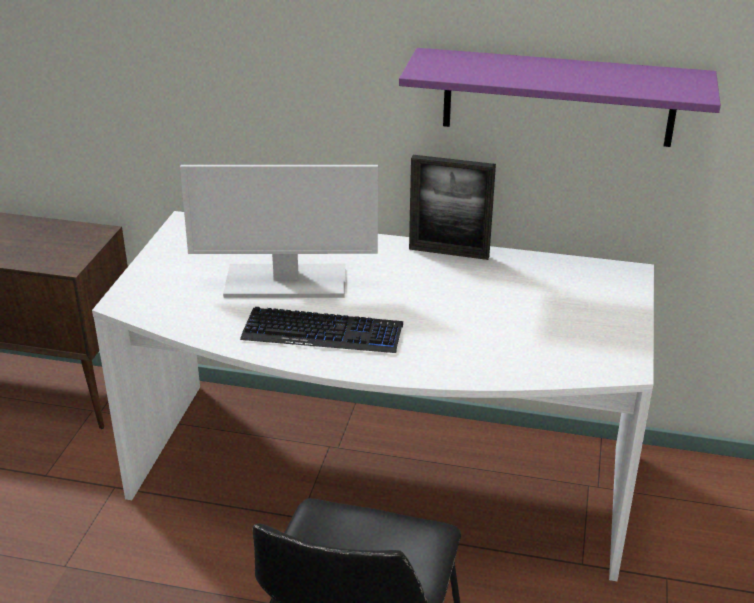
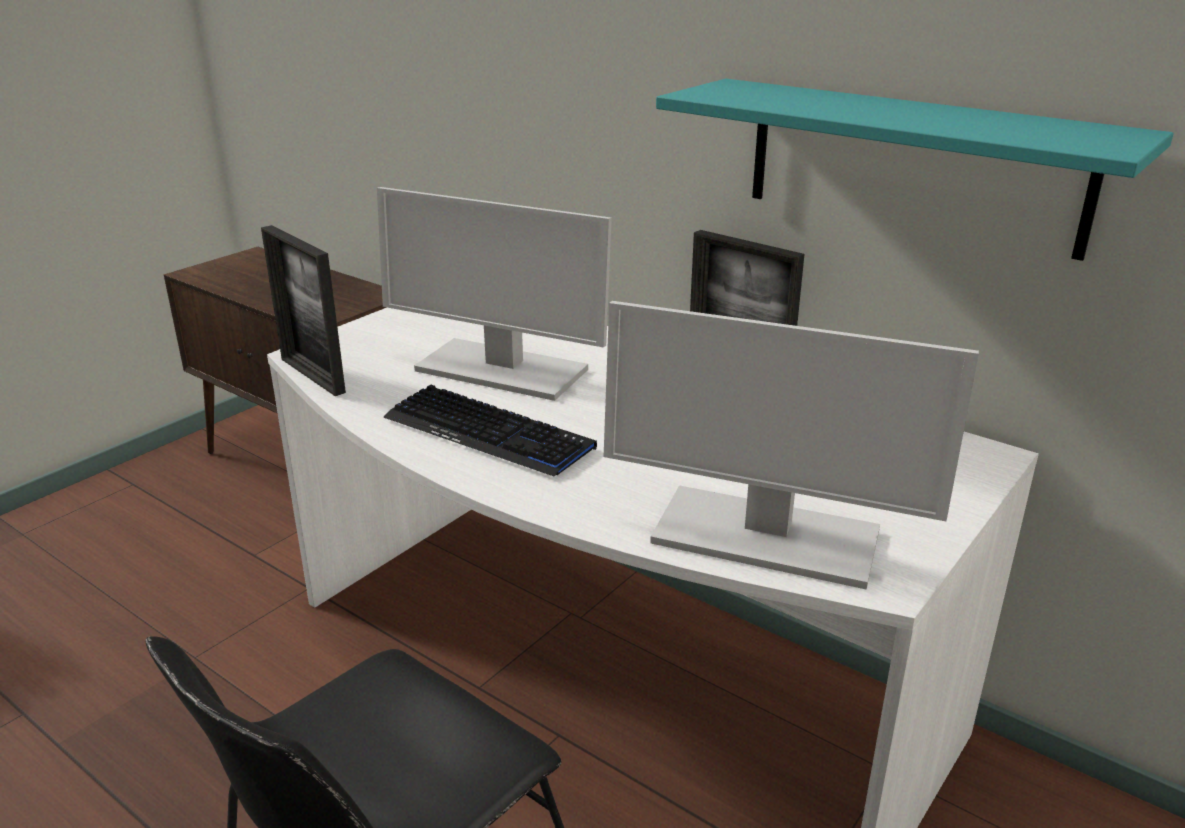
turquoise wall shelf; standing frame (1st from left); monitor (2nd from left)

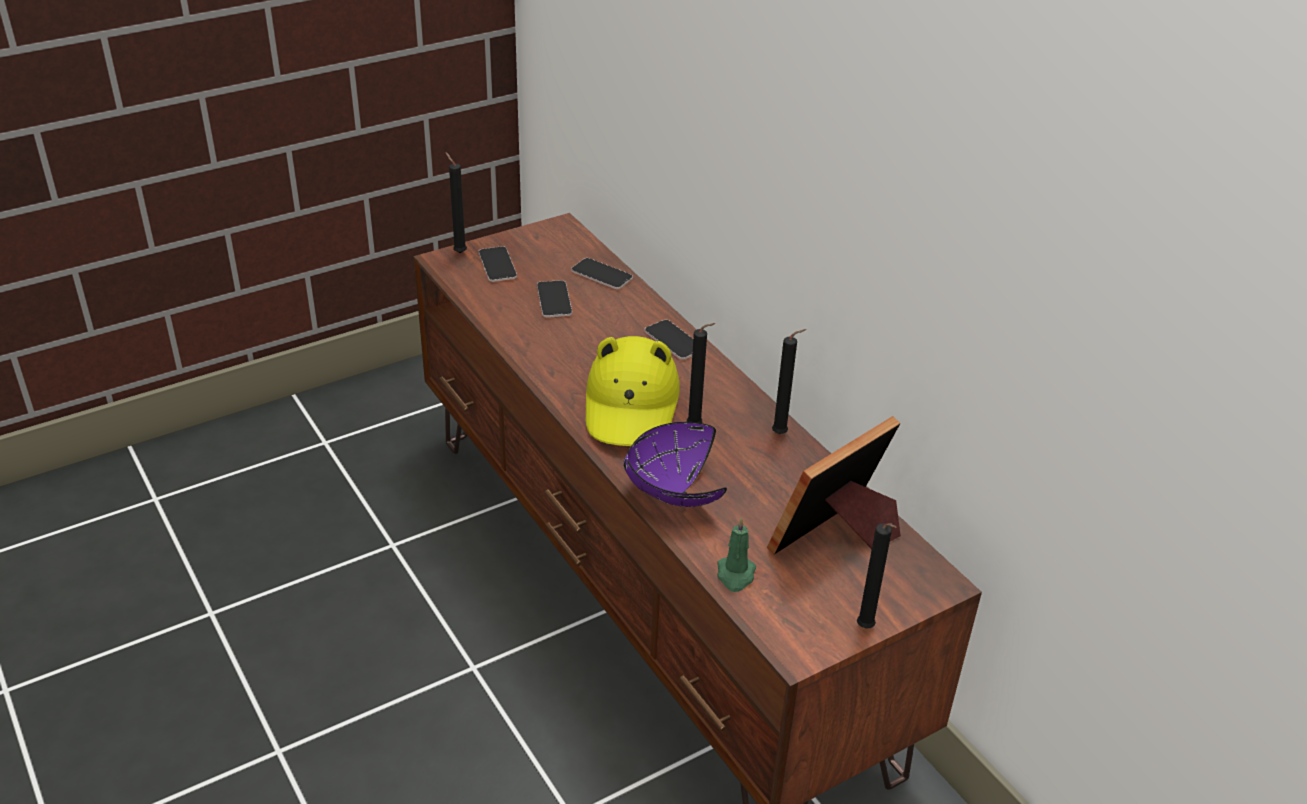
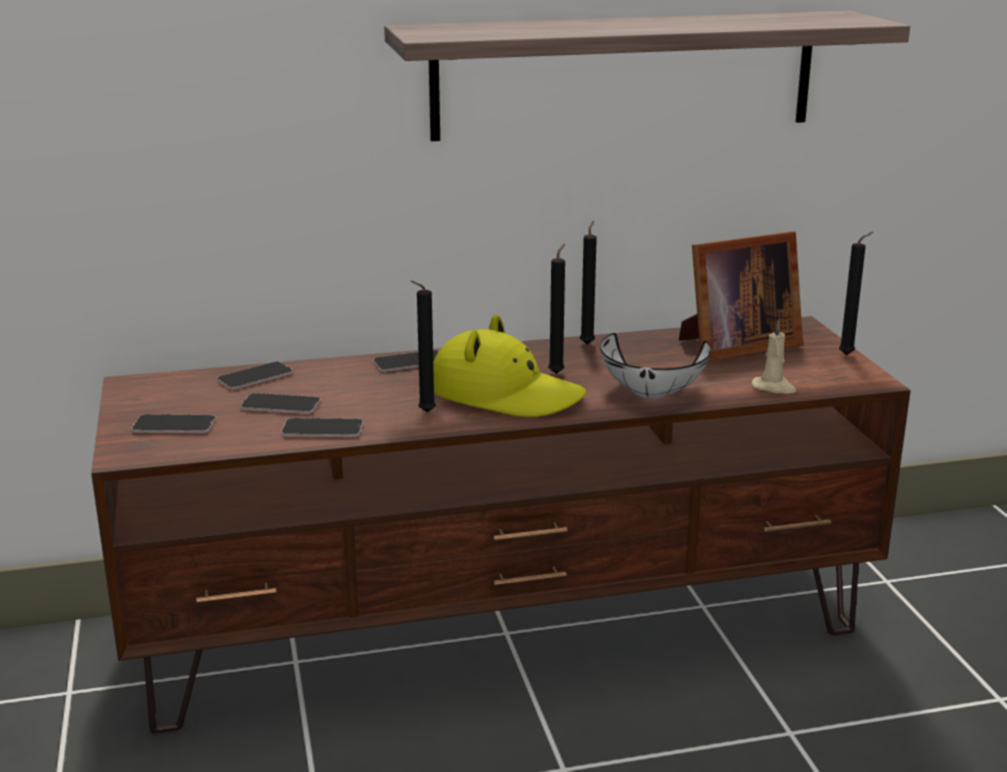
blackish candle (1st from left); standing frame; whitish deep dish; beige-coloured candle; wall shelf; telephone (4th from left)

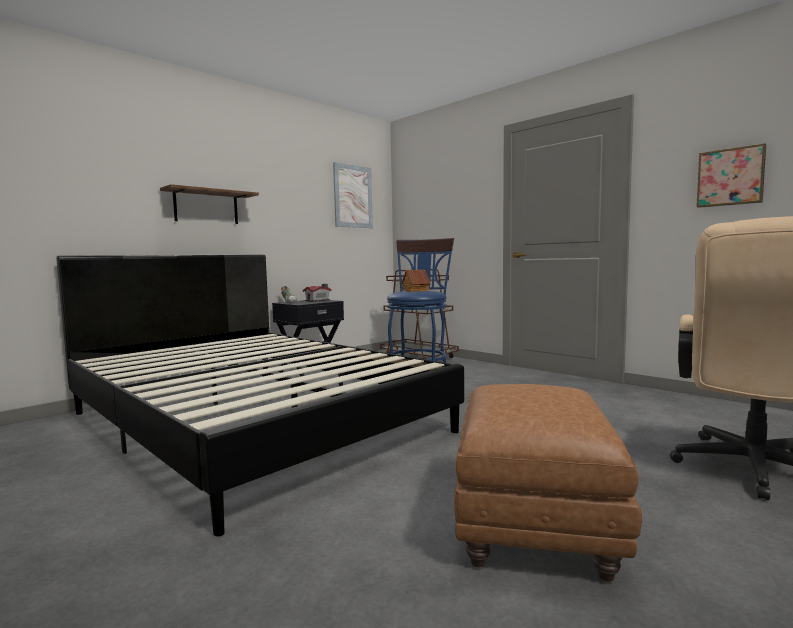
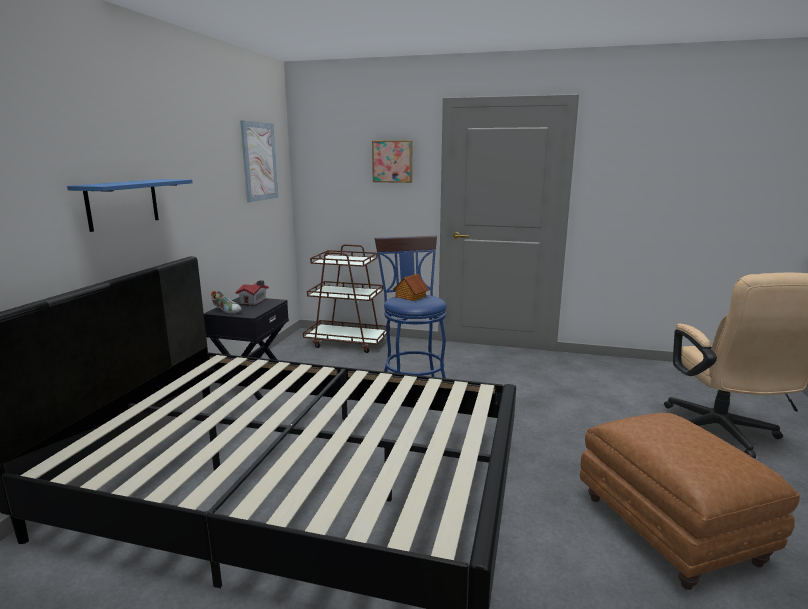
picture (2nd from left); blue-coloured wall shelf

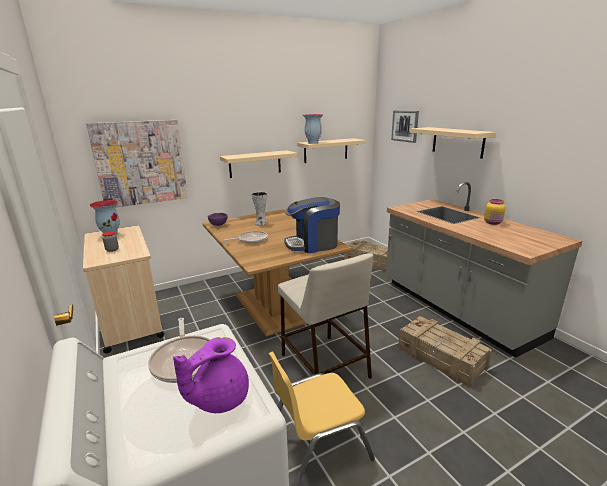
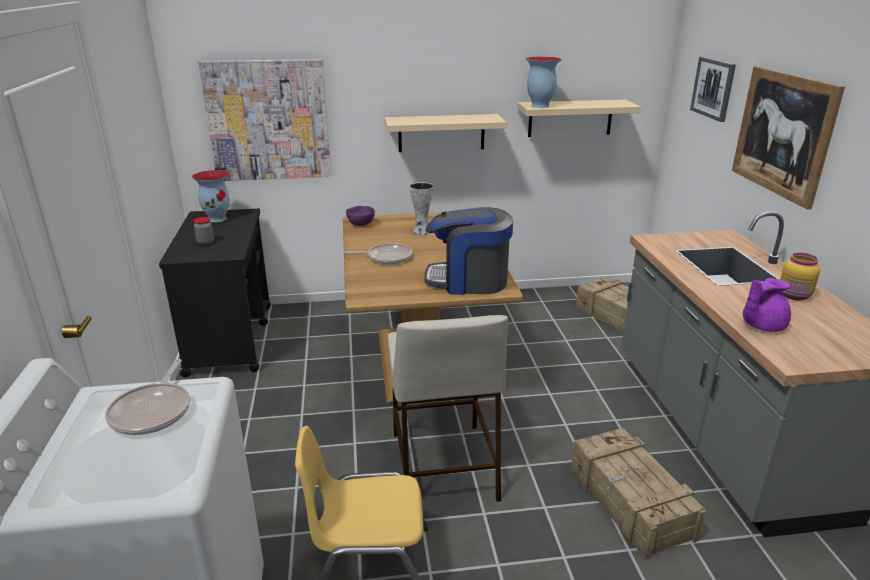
picture (3rd from left); blackish cart; purple teapot

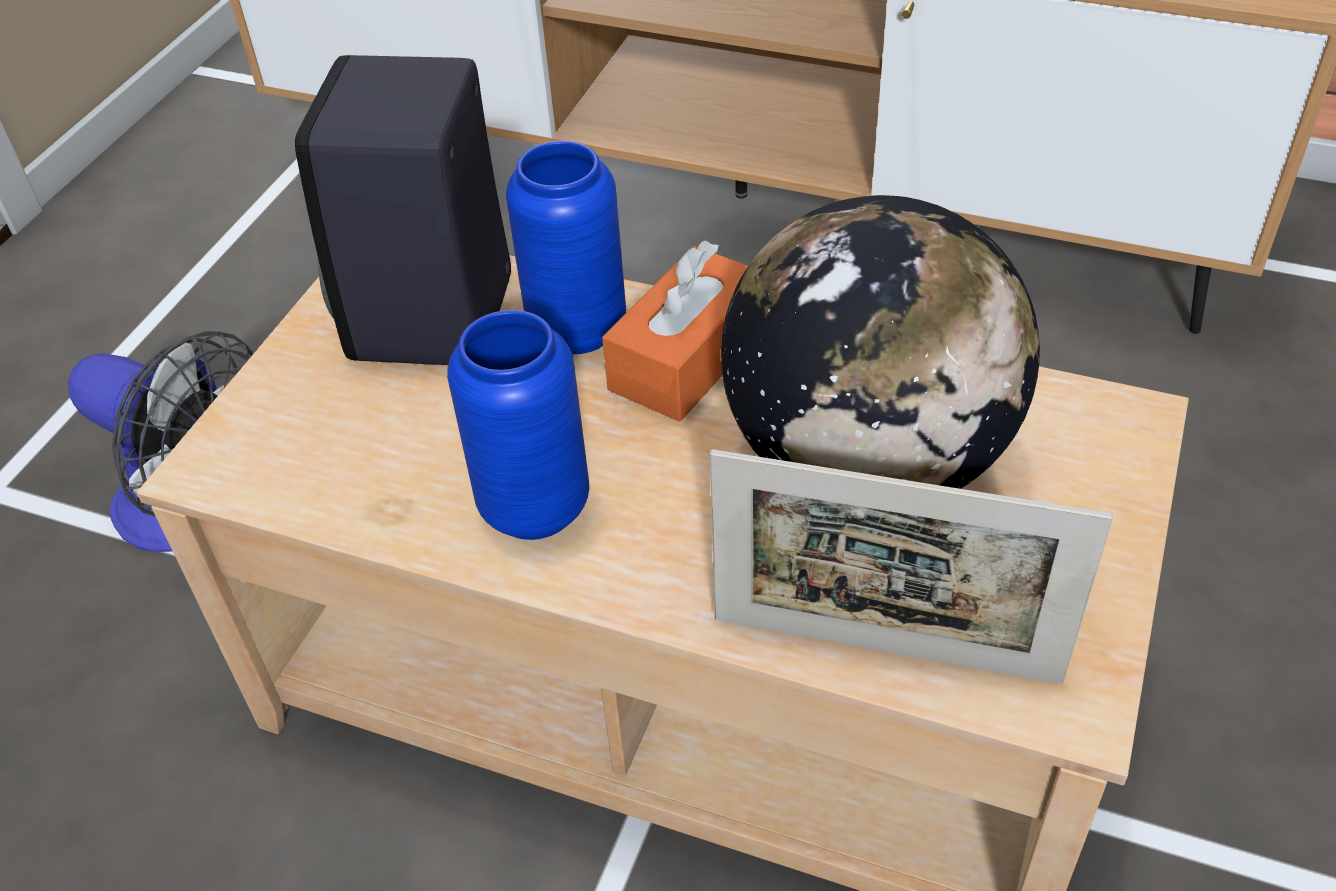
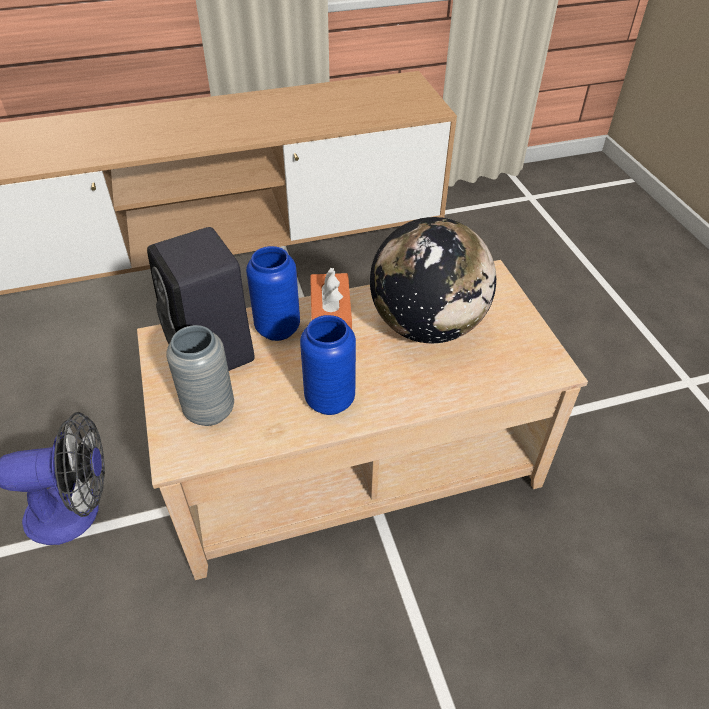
standing frame; grey flower vase

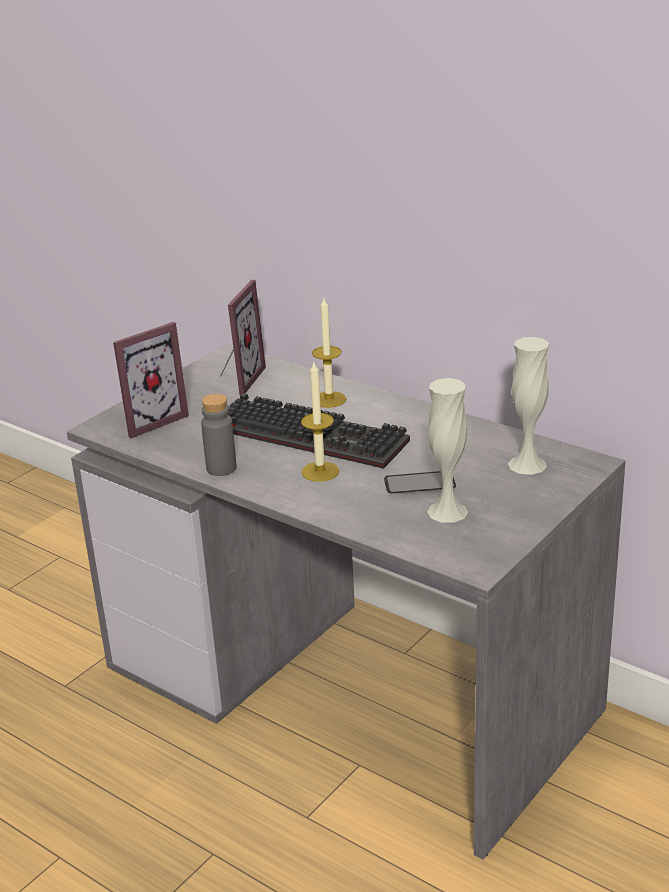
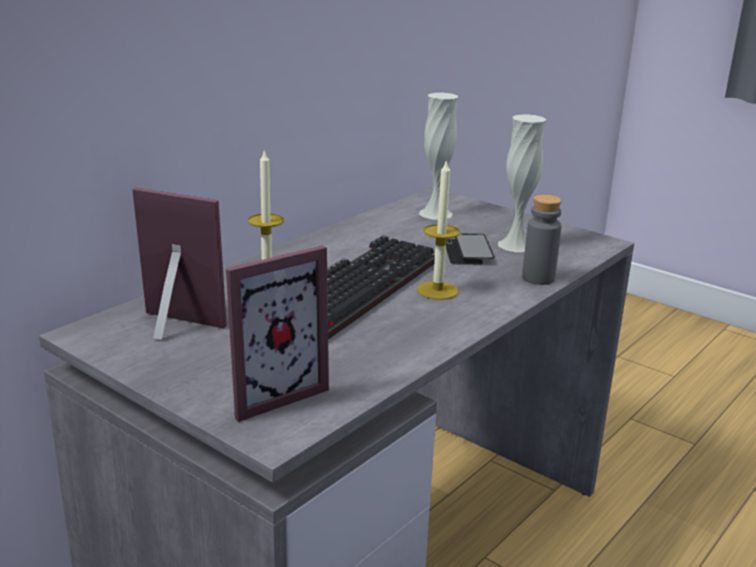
standing frame (2nd from left); grey beverage bottle

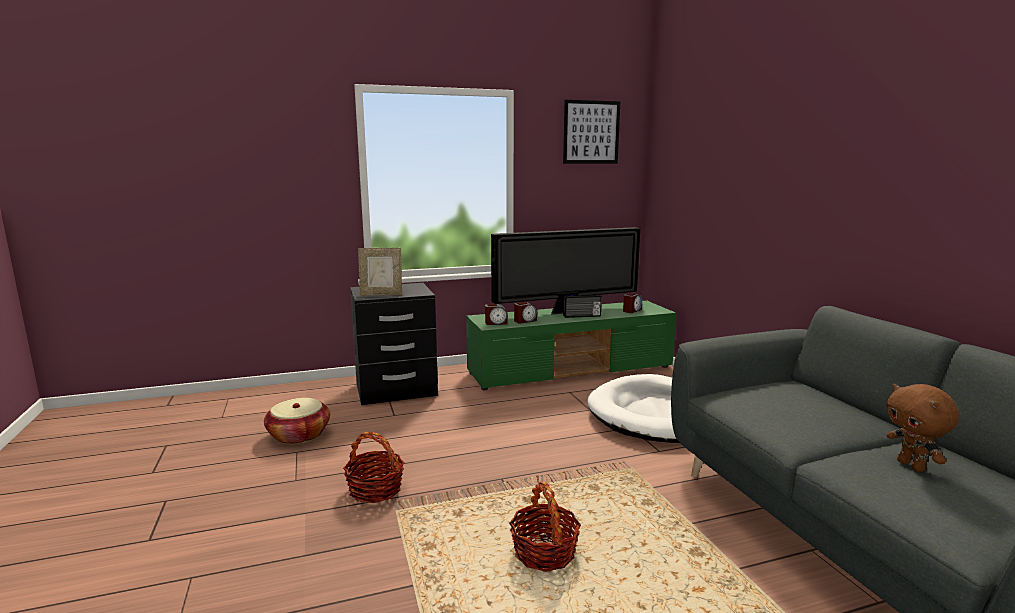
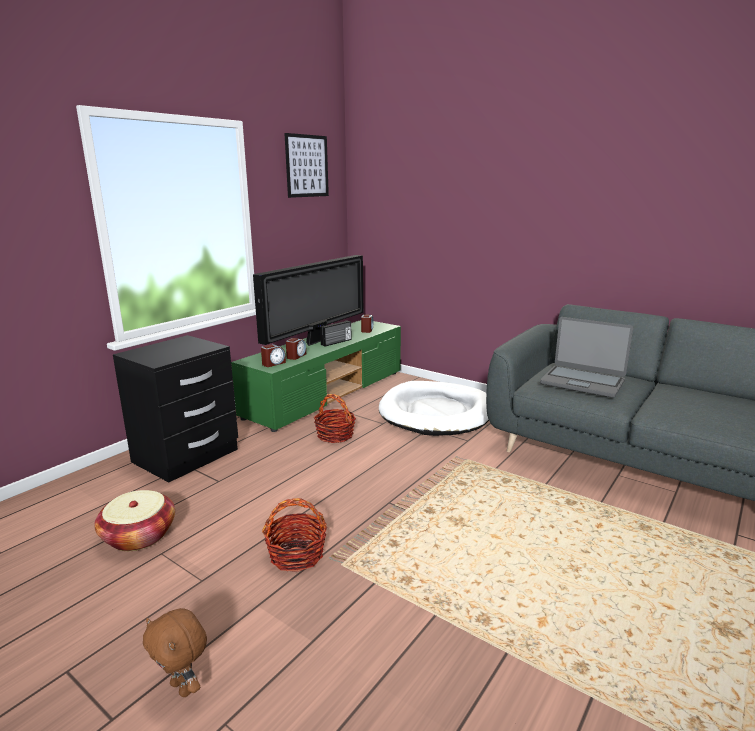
standing frame; brown-coloured plush toy; storage basket (3rd from left); laptop

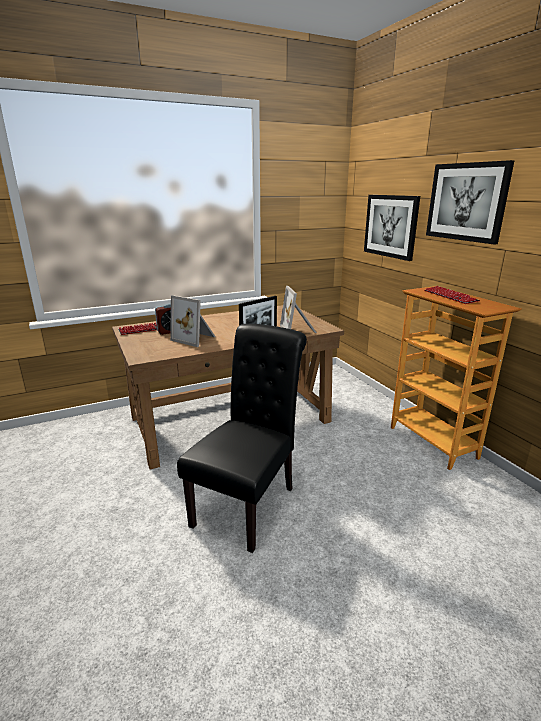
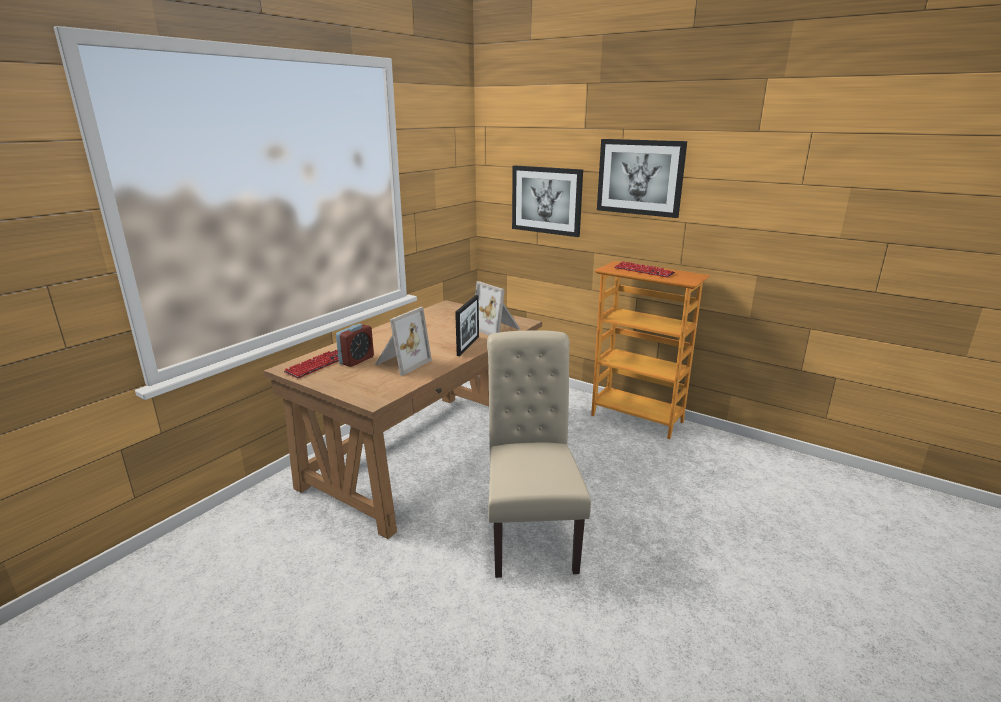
standing frame (1st from left); beige-coloured upright chair

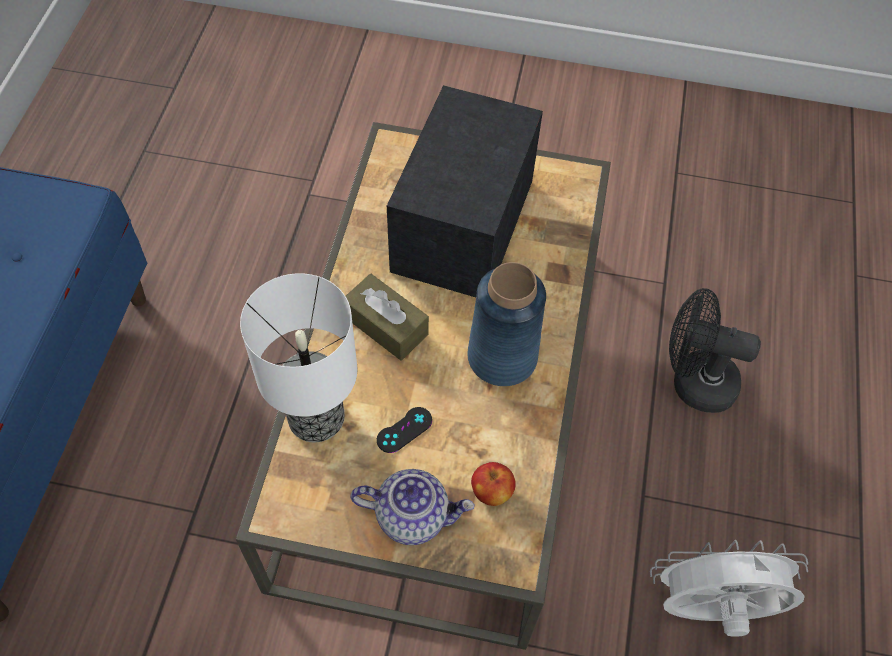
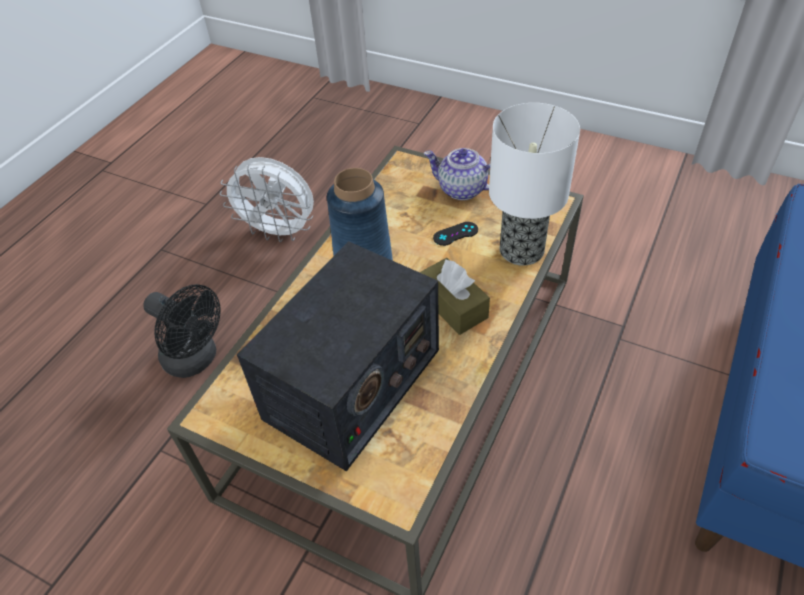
apple fruit

